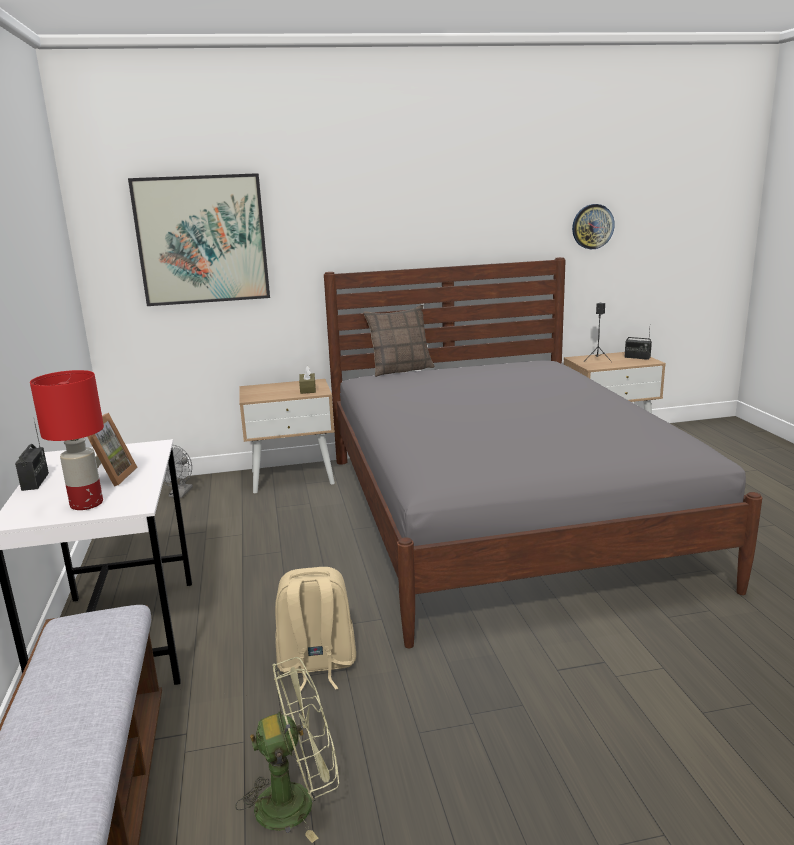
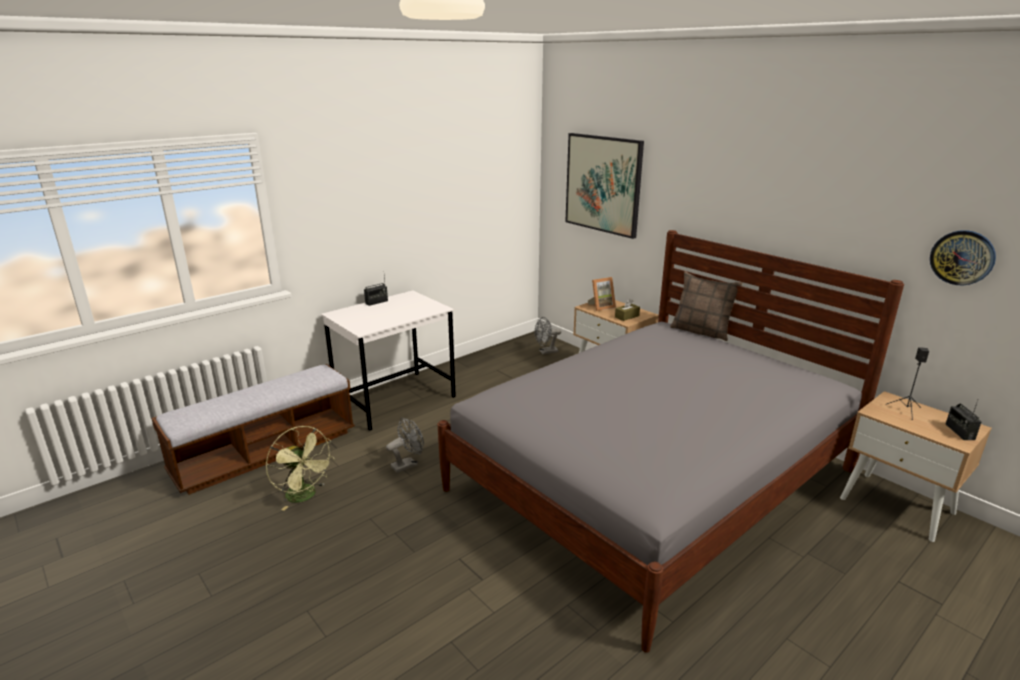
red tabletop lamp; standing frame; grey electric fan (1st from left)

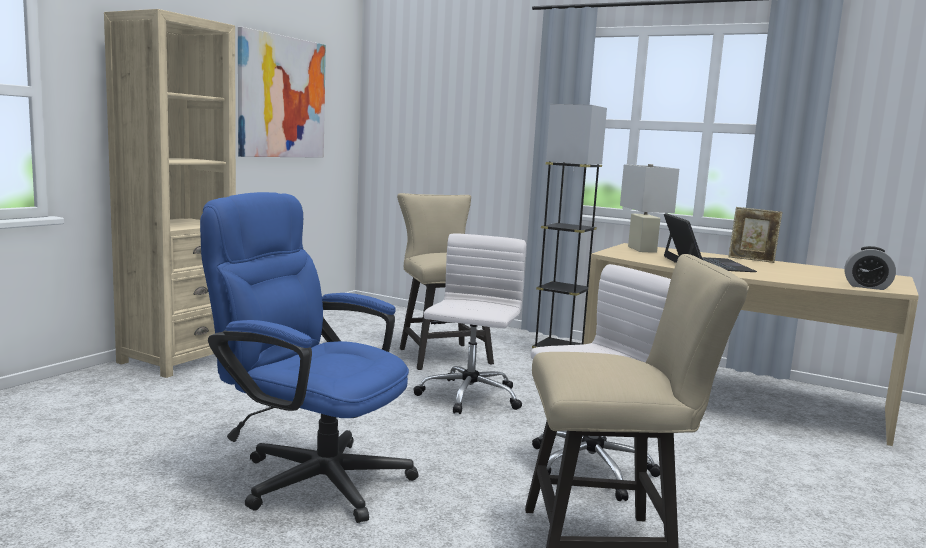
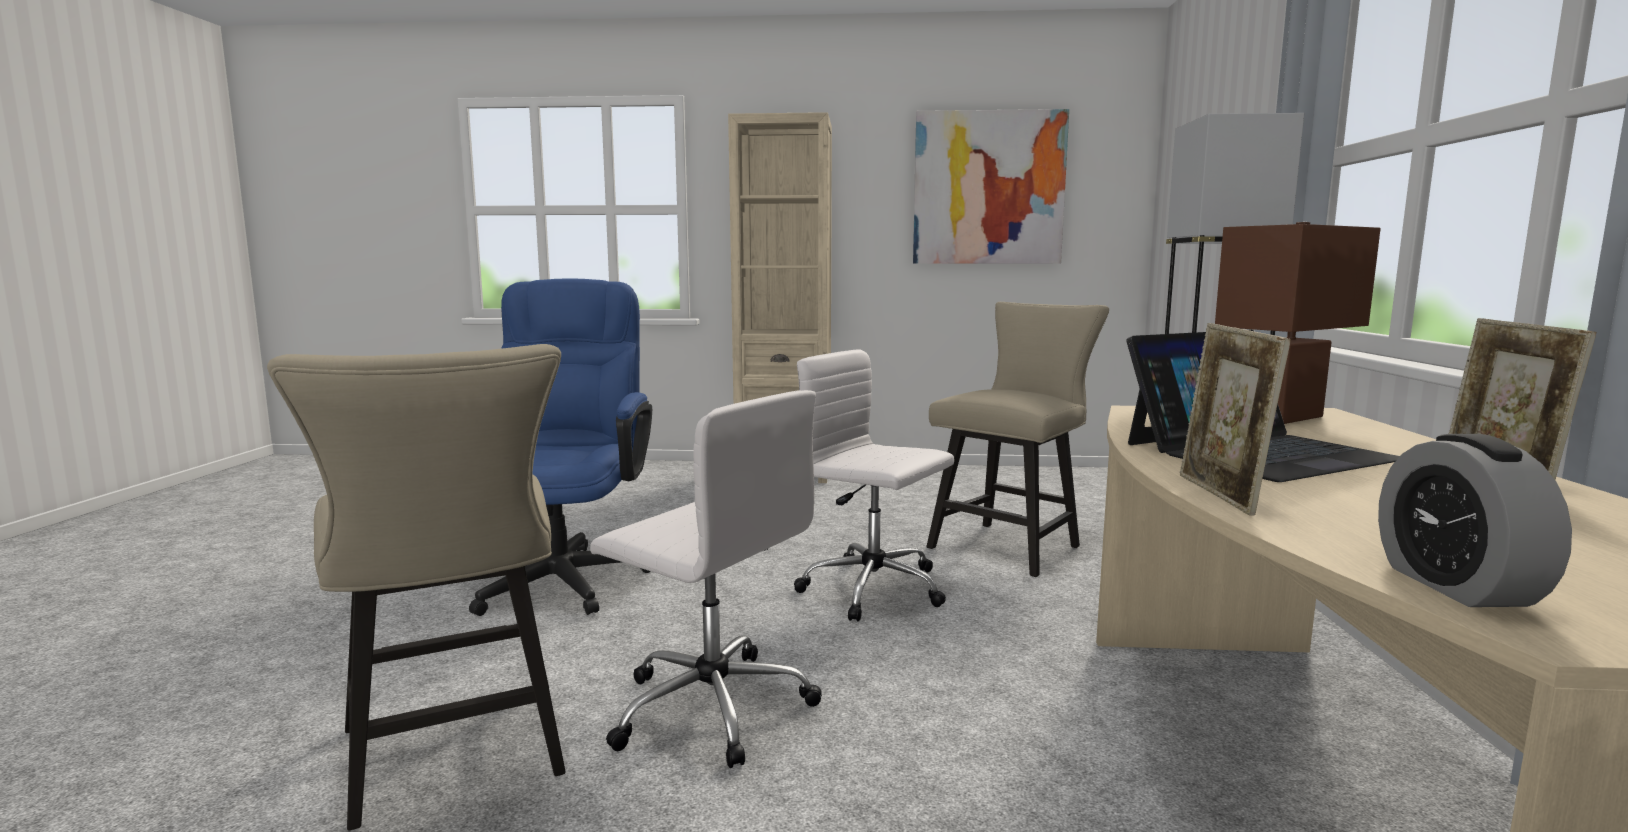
brown-coloured tabletop lamp; whitish office chair (2nd from left); standing frame (1st from left)

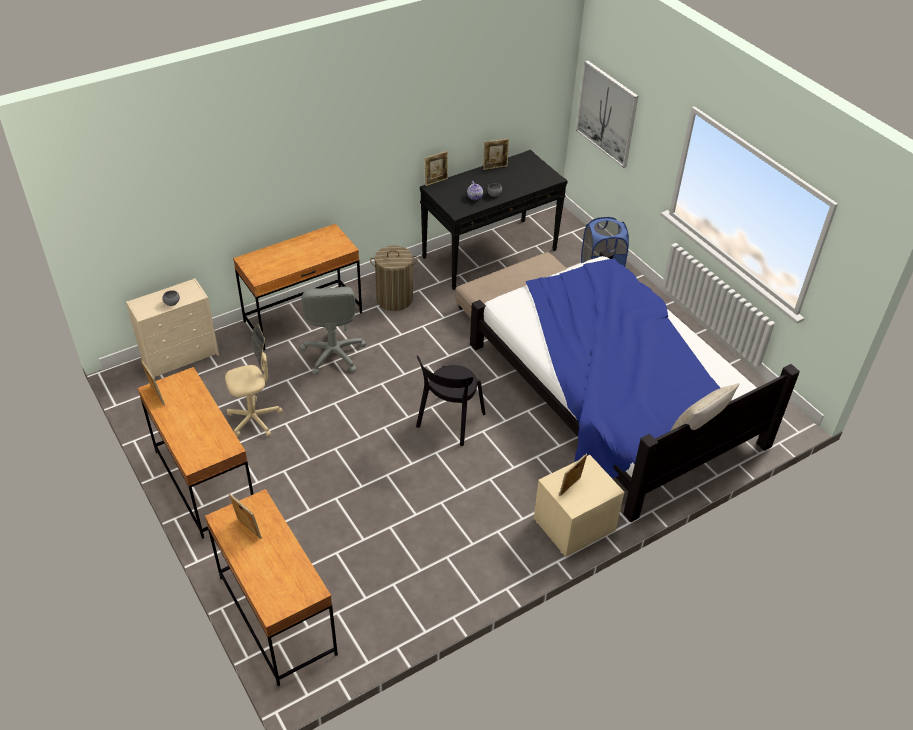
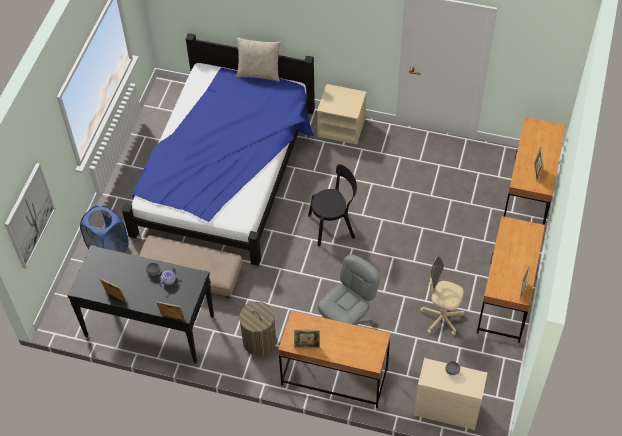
standing frame (3rd from left)

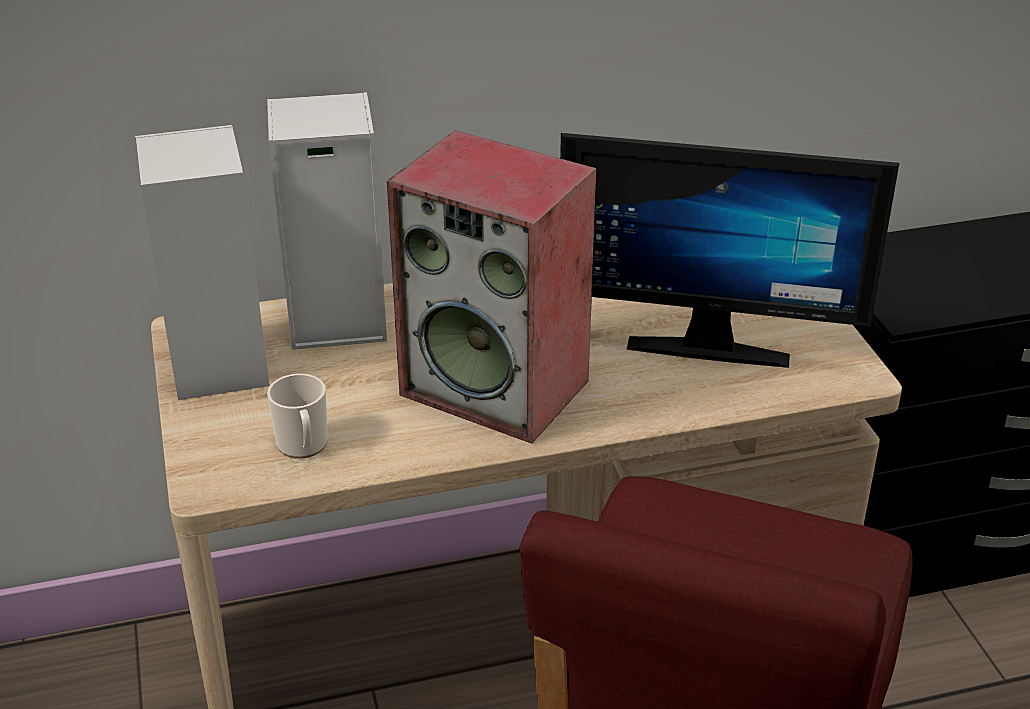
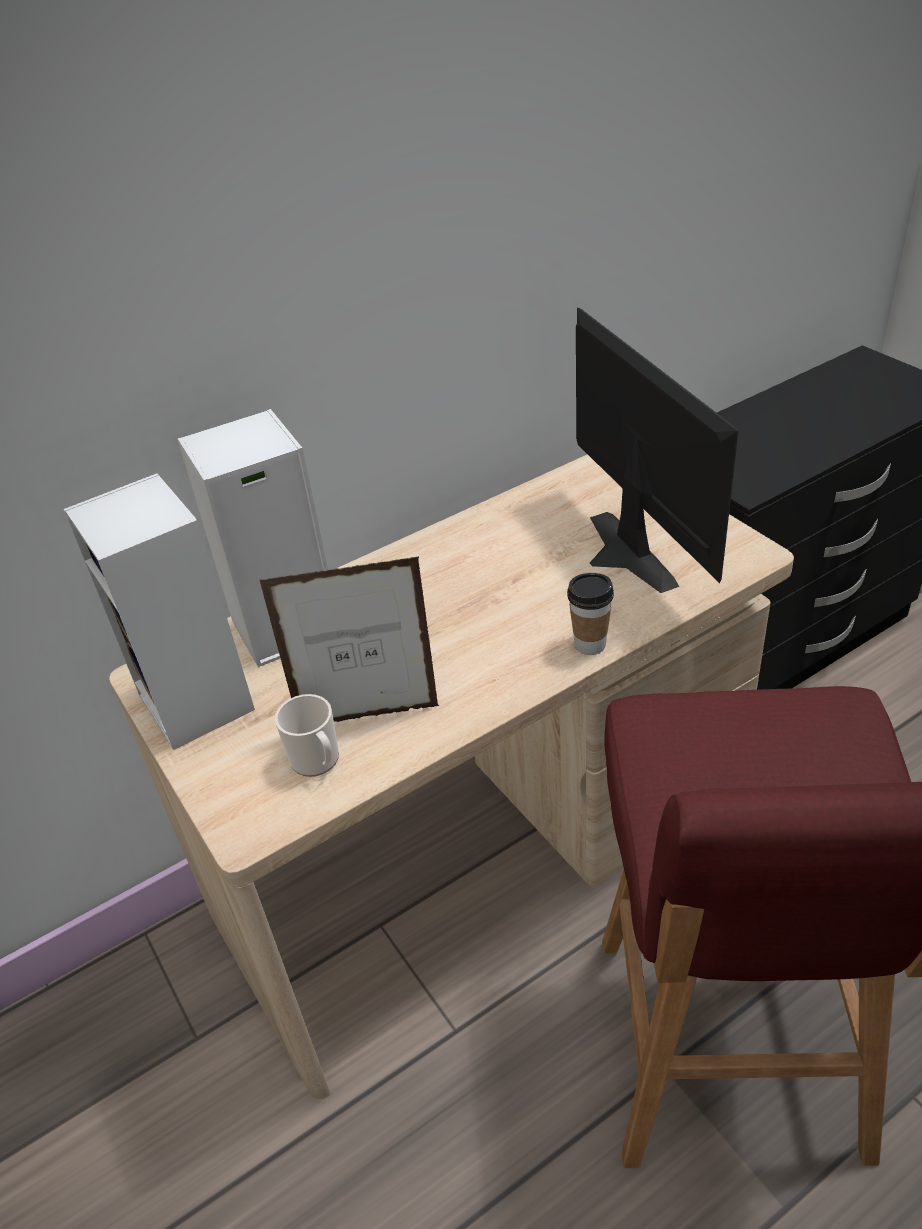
speaker (3rd from left in the first image); monitor; standing frame; drinking cup

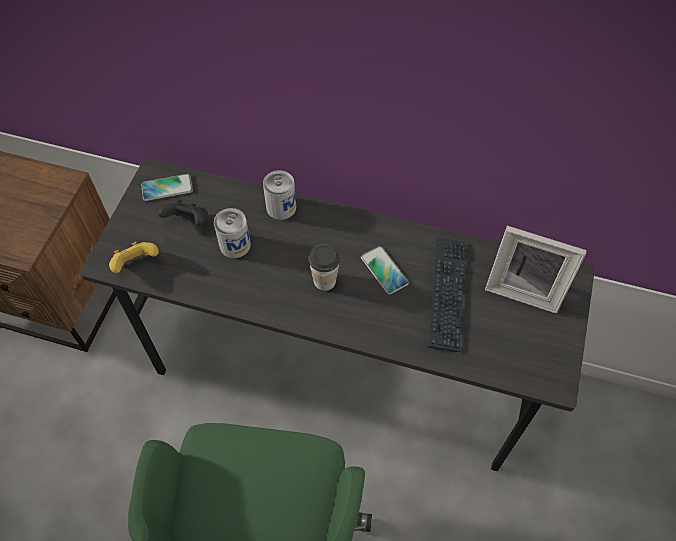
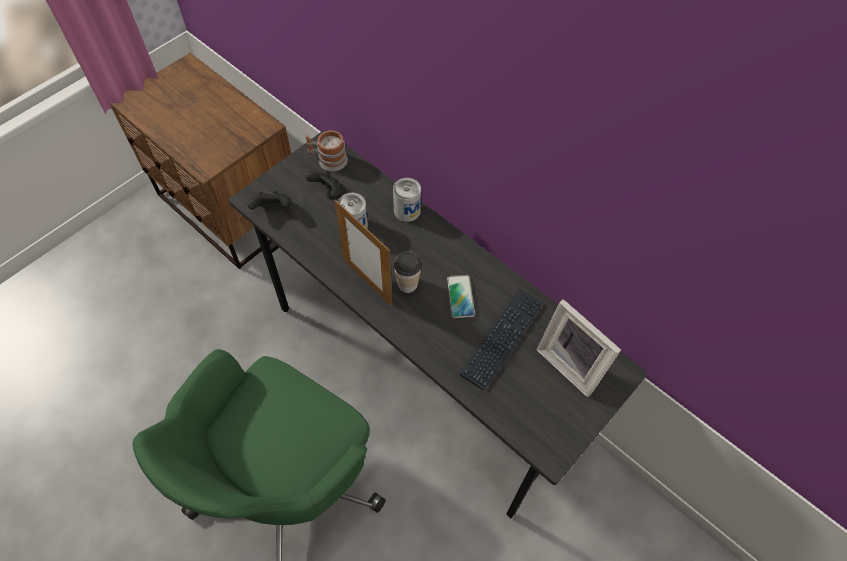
coffee mug; blackish joypad (1st from left); standing frame (1st from left)

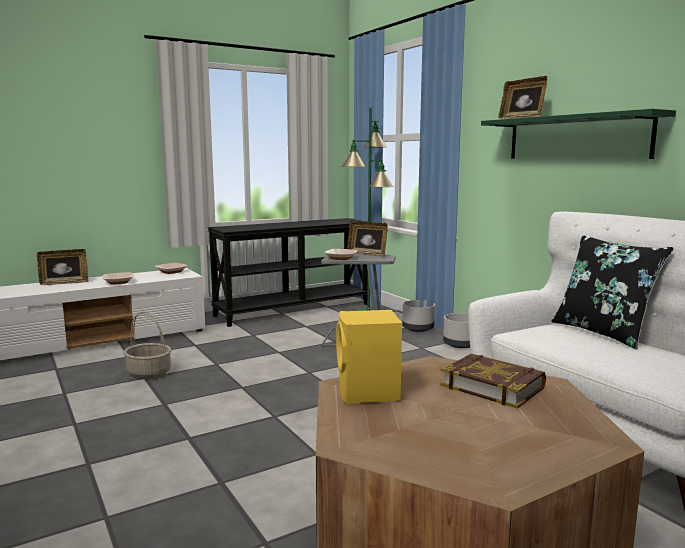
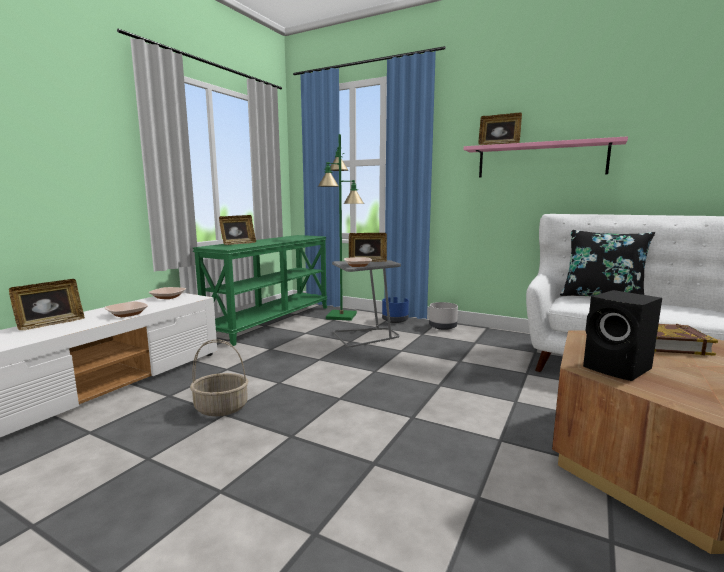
pink wall shelf; greenish hall table; blue-coloured planter; blackish speaker; standing frame (2nd from left)

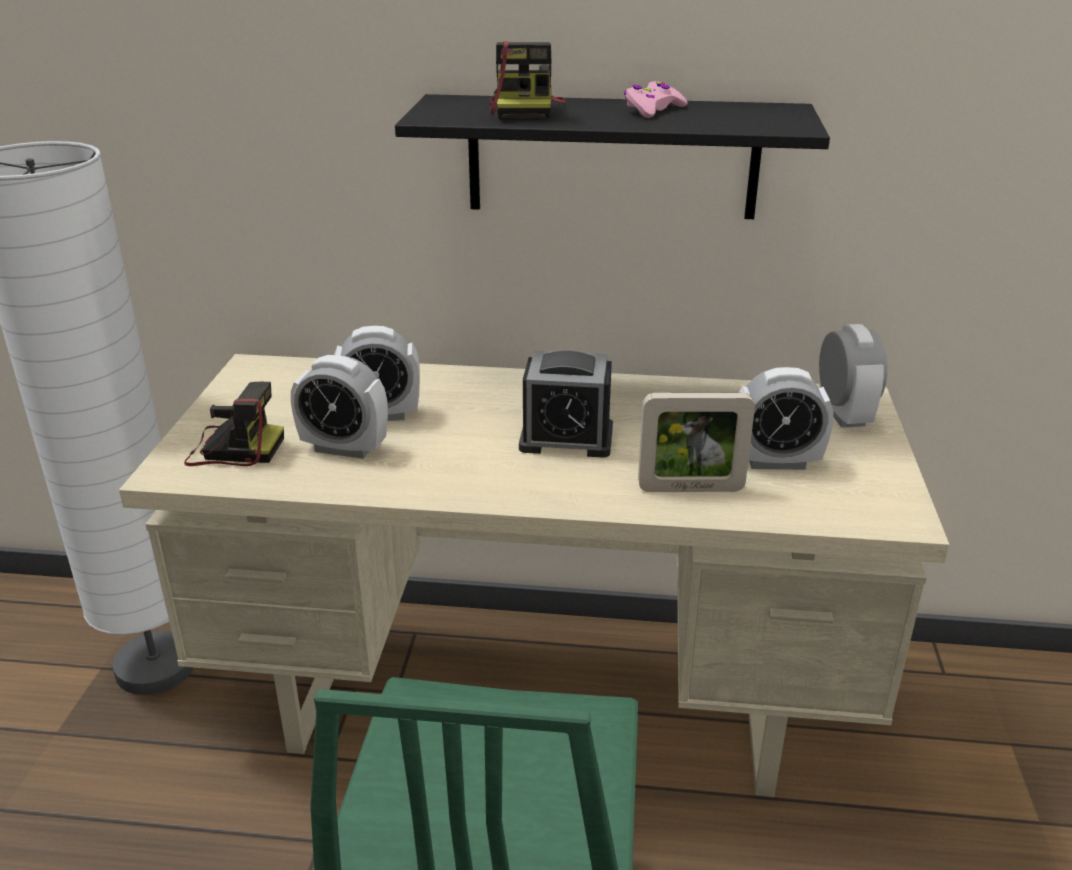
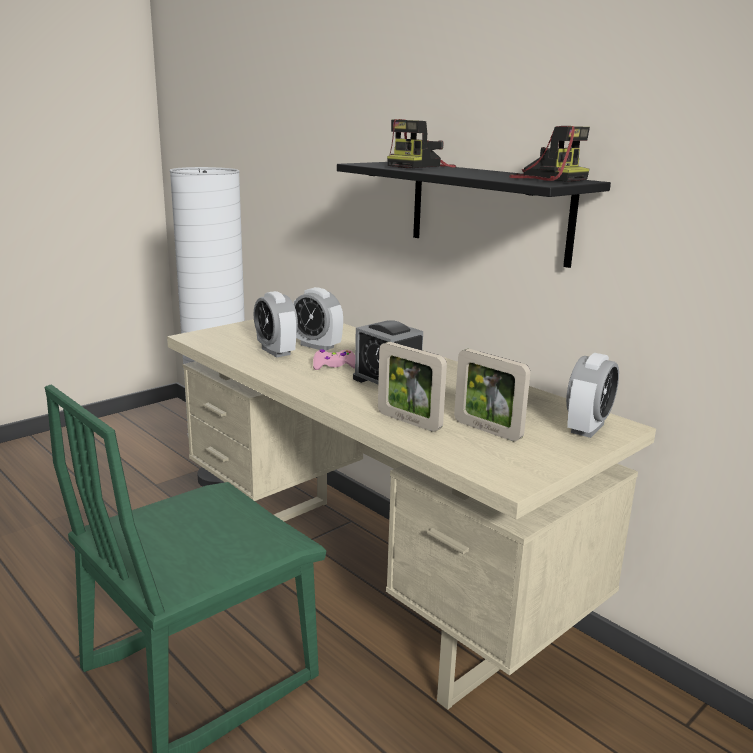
pink joypad; standing frame (2nd from left); photo camera (2nd from left)

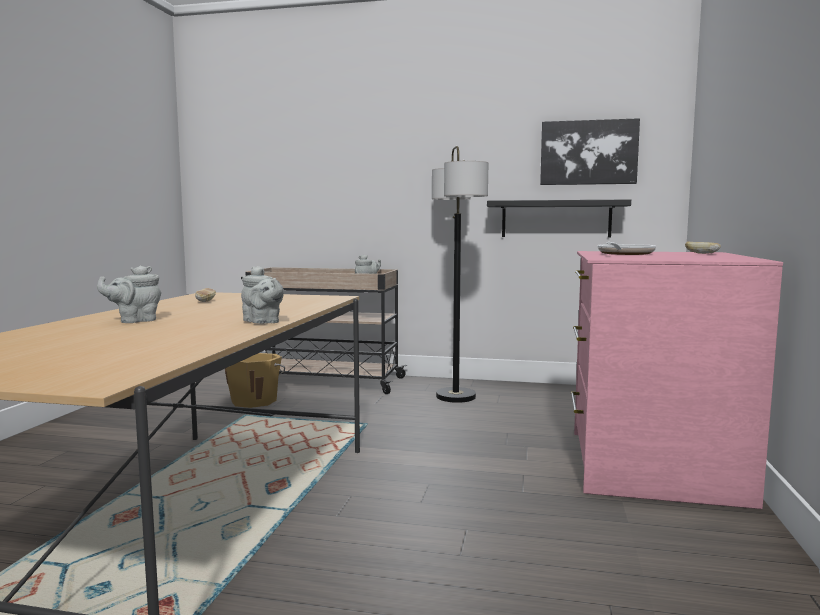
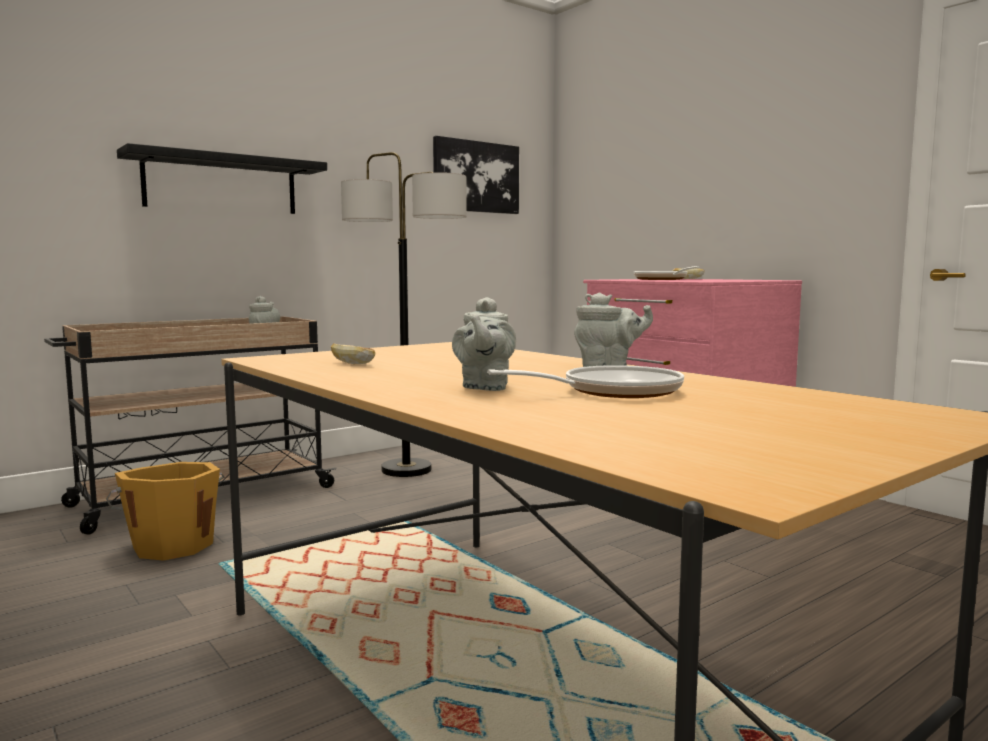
blackish wall shelf; skillet (1st from left)

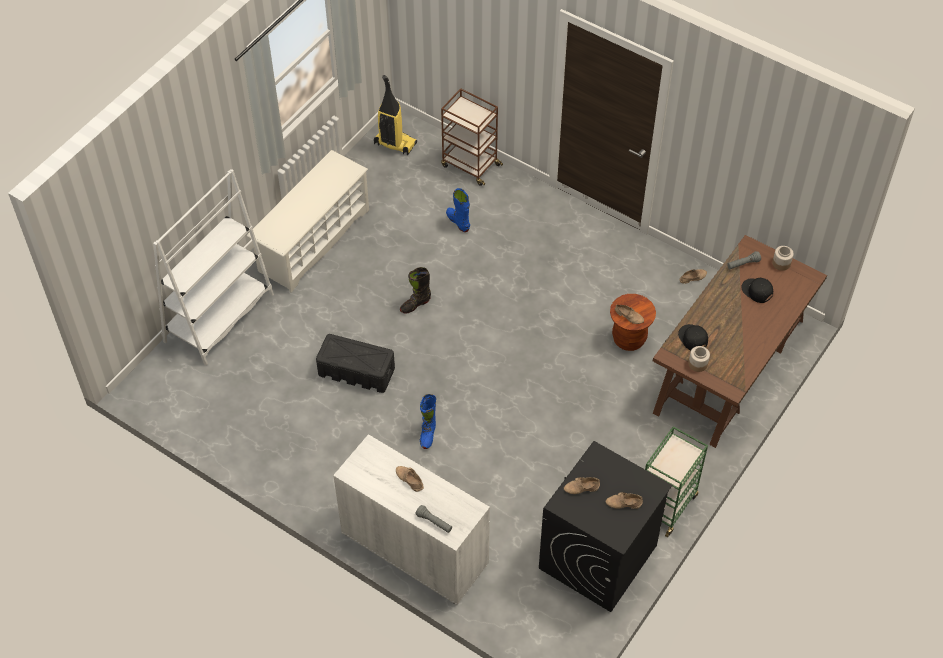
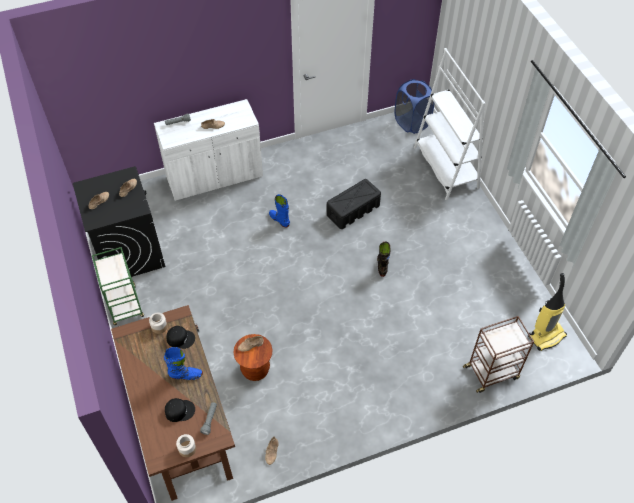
whitish shoe stand; blue-coloured boot (1st from left); blue-coloured laundry basket

